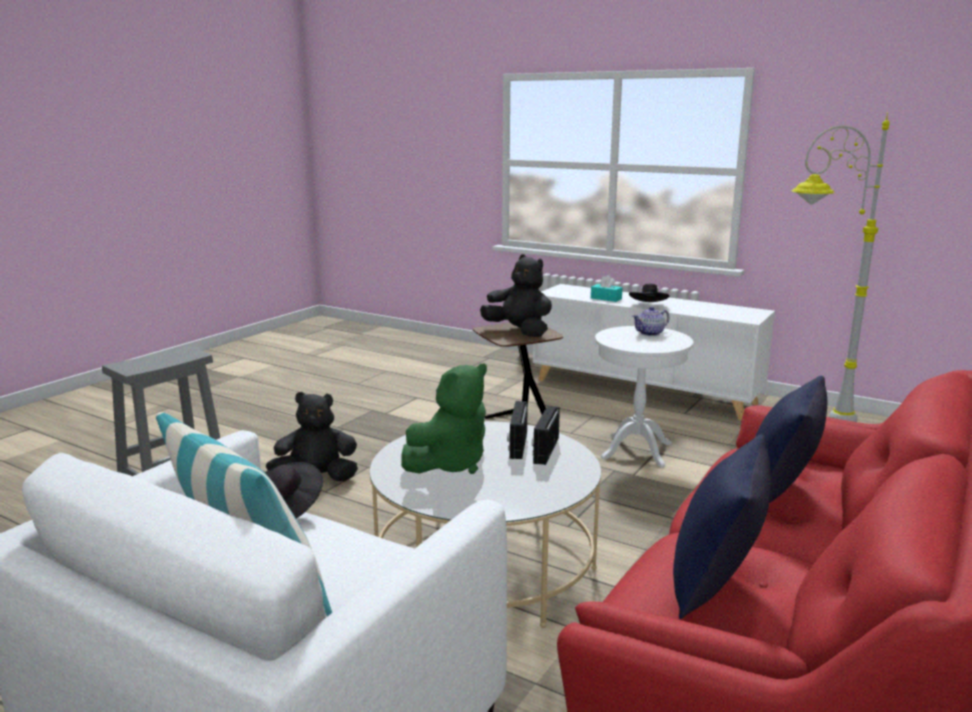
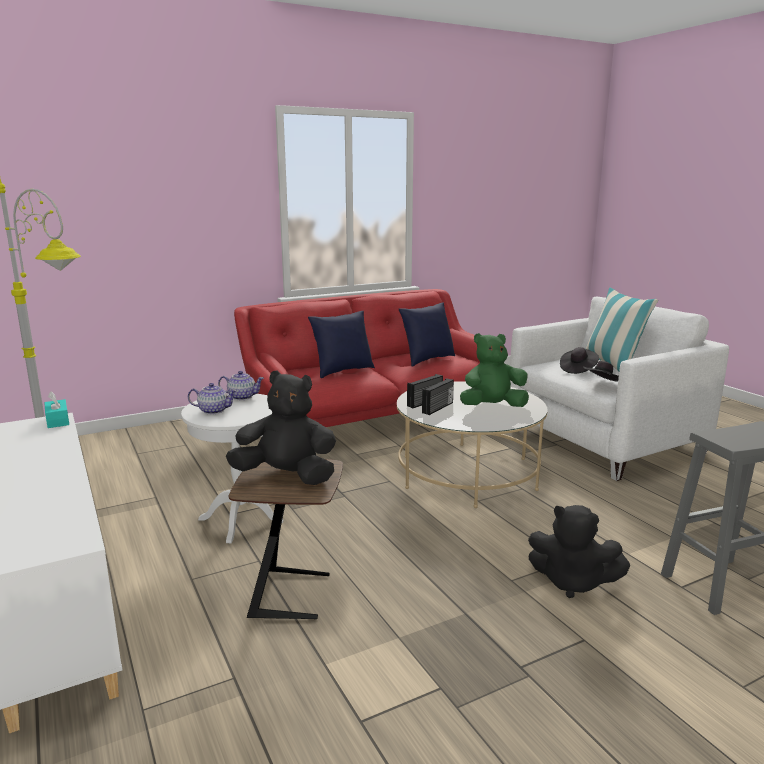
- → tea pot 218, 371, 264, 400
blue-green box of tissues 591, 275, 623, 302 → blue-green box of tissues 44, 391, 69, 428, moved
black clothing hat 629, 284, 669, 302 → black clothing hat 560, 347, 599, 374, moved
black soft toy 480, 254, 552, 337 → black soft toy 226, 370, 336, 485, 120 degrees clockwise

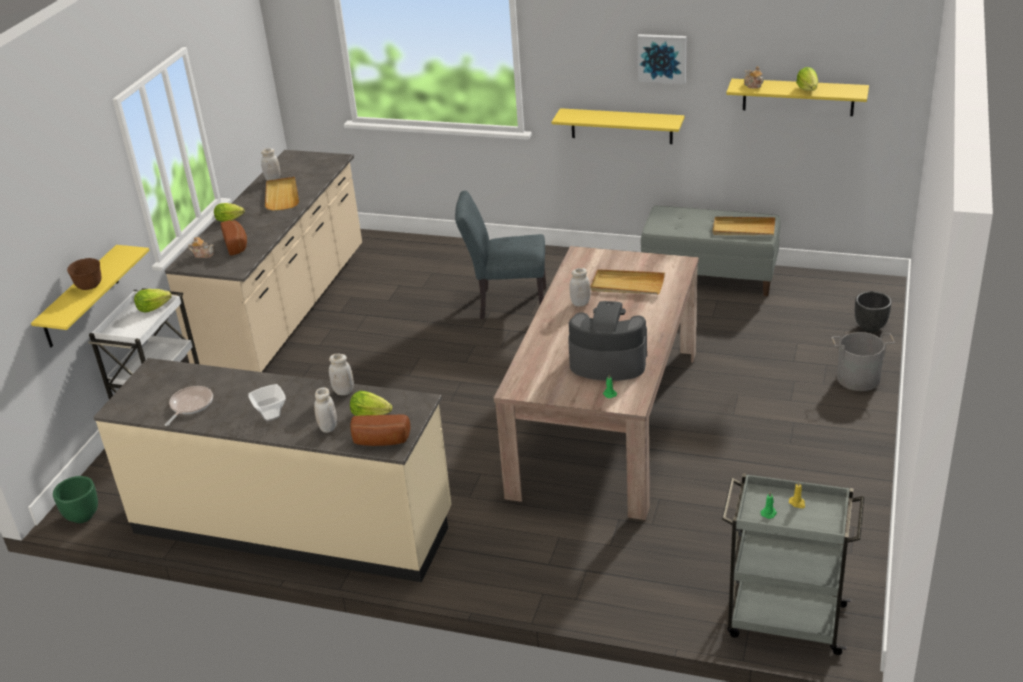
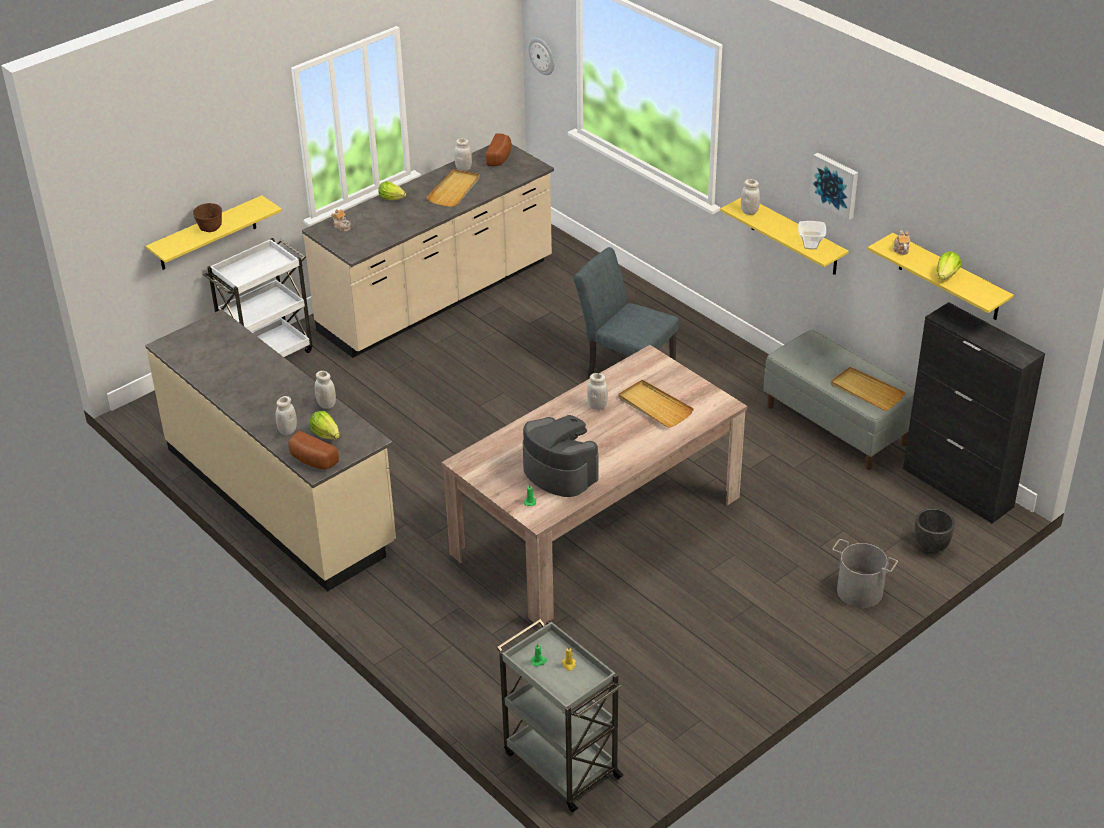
greenish plant pot 53, 476, 98, 523 → -
head of lettuce 134, 289, 172, 312 → -
pan 165, 386, 213, 426 → -
- → clock on the wall 528, 38, 554, 75
- → whitish preserve jar 741, 179, 760, 215
- → black cabinet 903, 302, 1045, 523
bread 220, 220, 247, 256 → bread 486, 133, 512, 166, moved
serving bowl 248, 384, 286, 421 → serving bowl 798, 221, 826, 249, moved

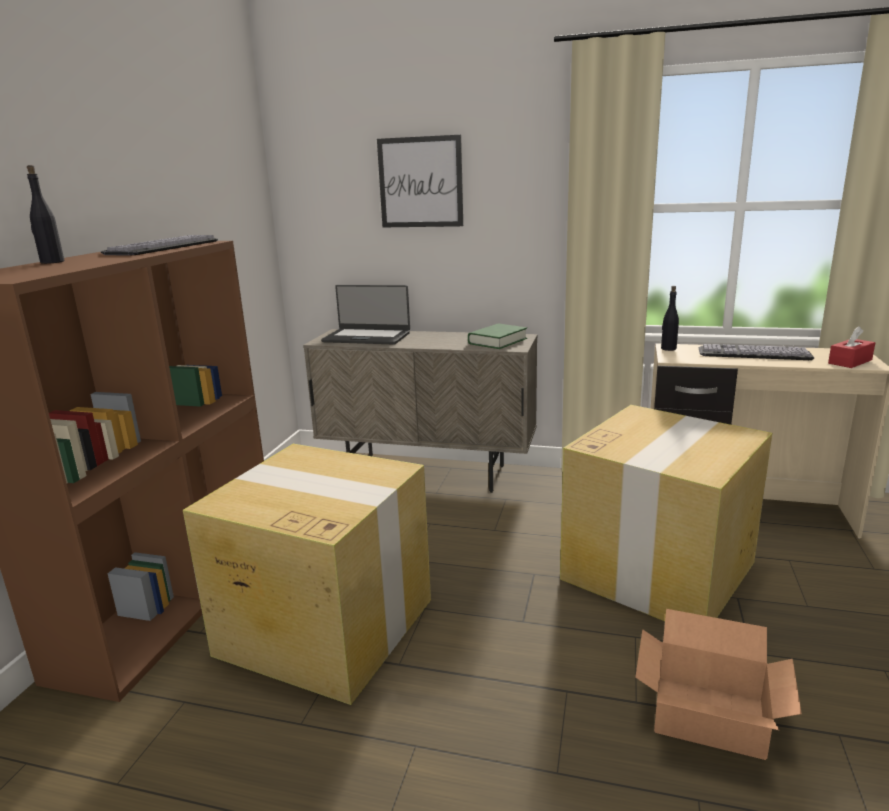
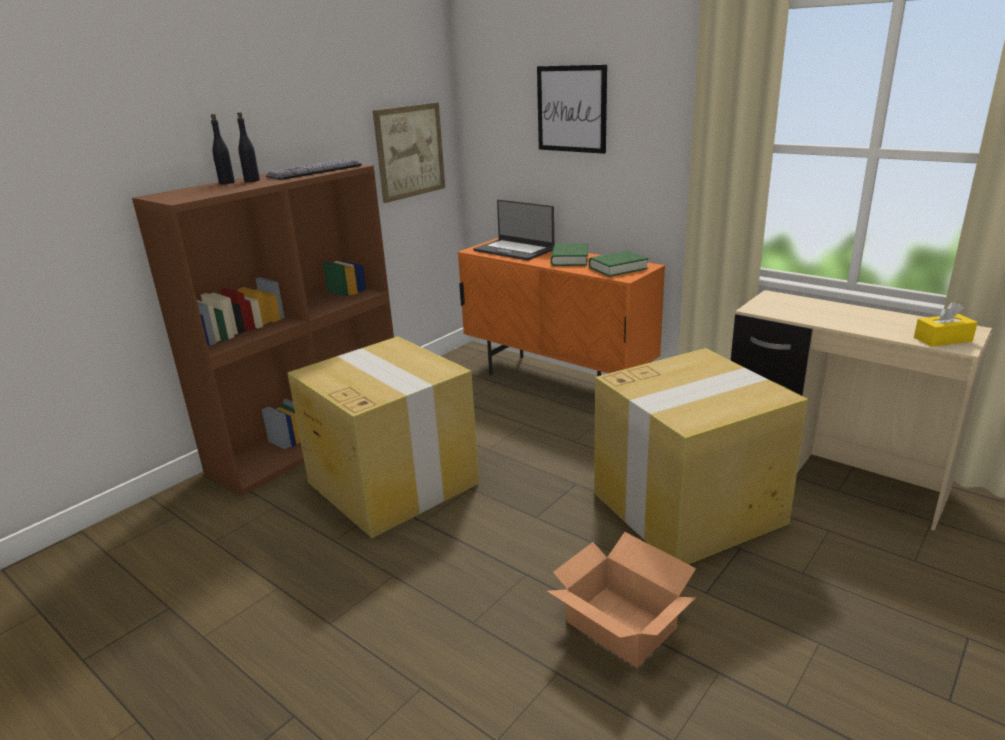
computer keyboard 699, 344, 814, 360 → -
- → wall picture 373, 102, 445, 203
- → greenish bound book 551, 243, 588, 266
black bottle 661, 286, 679, 351 → black bottle 237, 112, 260, 182, moved
beige-coloured cabinet 303, 329, 537, 493 → orangey cabinet 457, 238, 665, 376
red-coloured box of tissues 828, 326, 875, 368 → yellowish box of tissues 914, 302, 978, 347

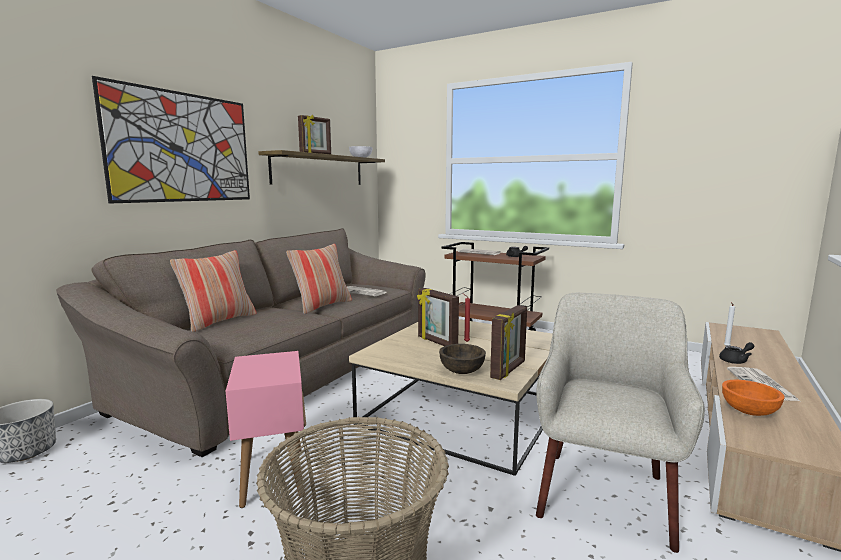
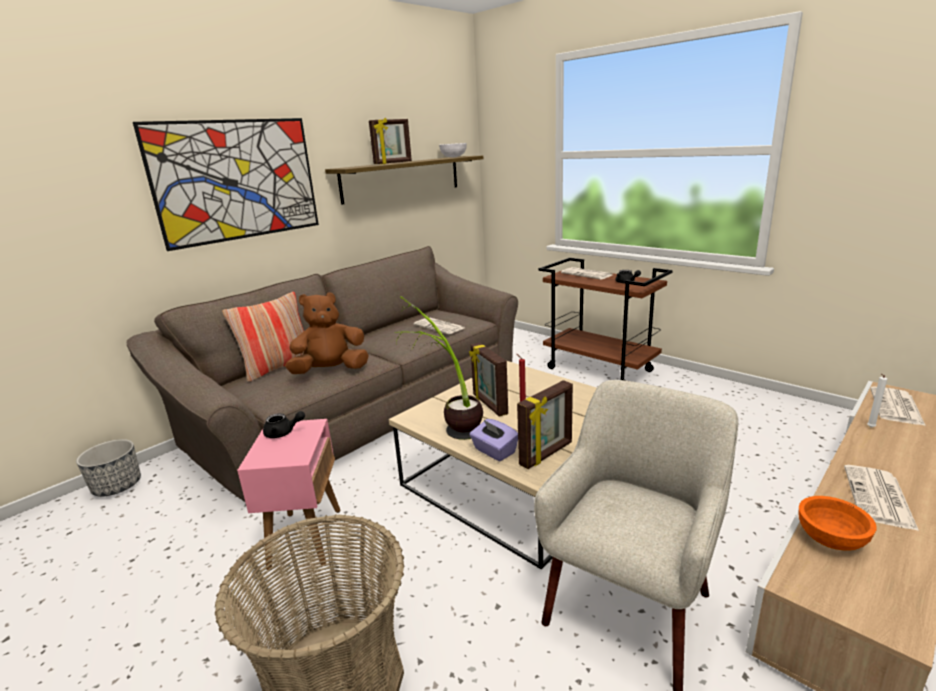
cushion 286, 244, 352, 314 → -
- → brownish soft toy 285, 292, 369, 374
- → plant in a pot 394, 296, 483, 440
- → newspaper 870, 386, 926, 426
black tea pot 719, 342, 754, 364 → black tea pot 263, 411, 305, 438, moved
brownish serving bowl 439, 344, 486, 374 → purplish box of tissues 469, 419, 518, 461

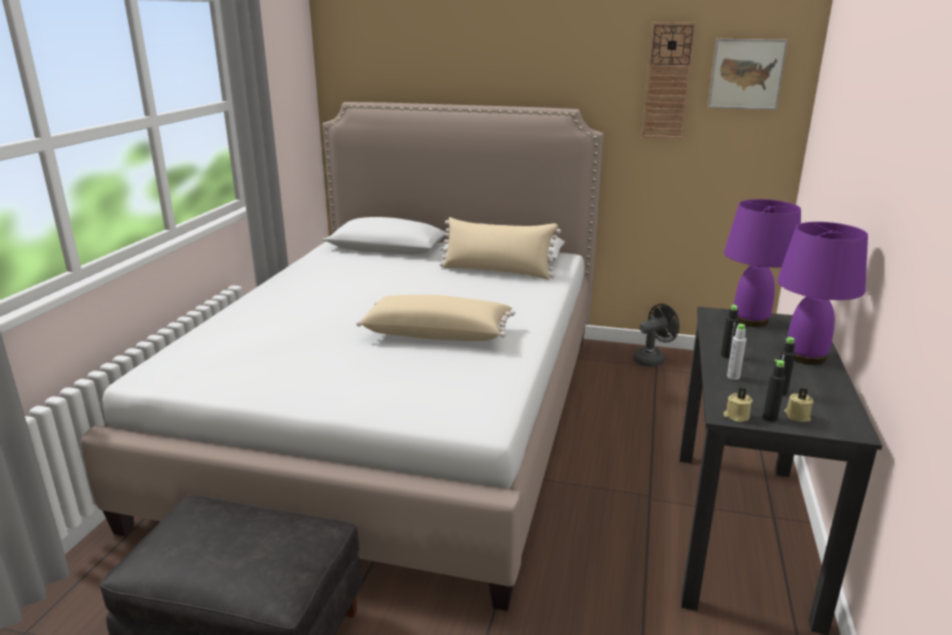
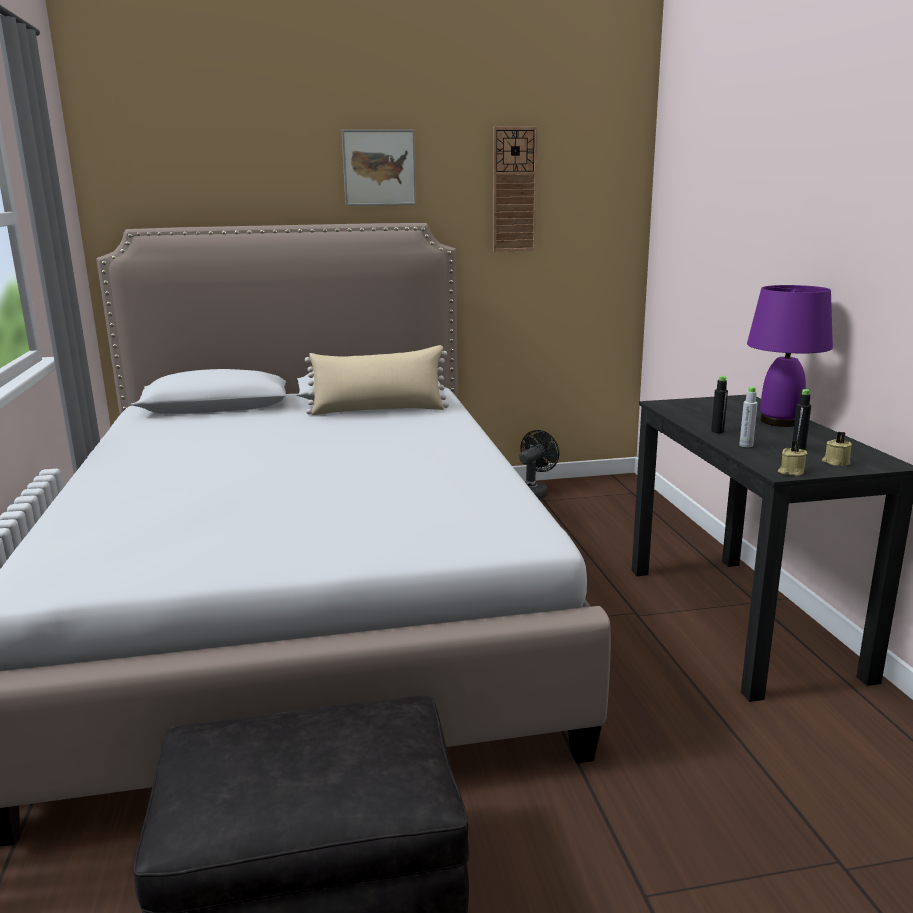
beige-coloured cushion 356, 295, 515, 341 → -
purplish lamp for a table 724, 199, 801, 327 → -
black bottle 763, 359, 786, 422 → -
wall picture 708, 39, 788, 110 → wall picture 342, 130, 416, 206, moved

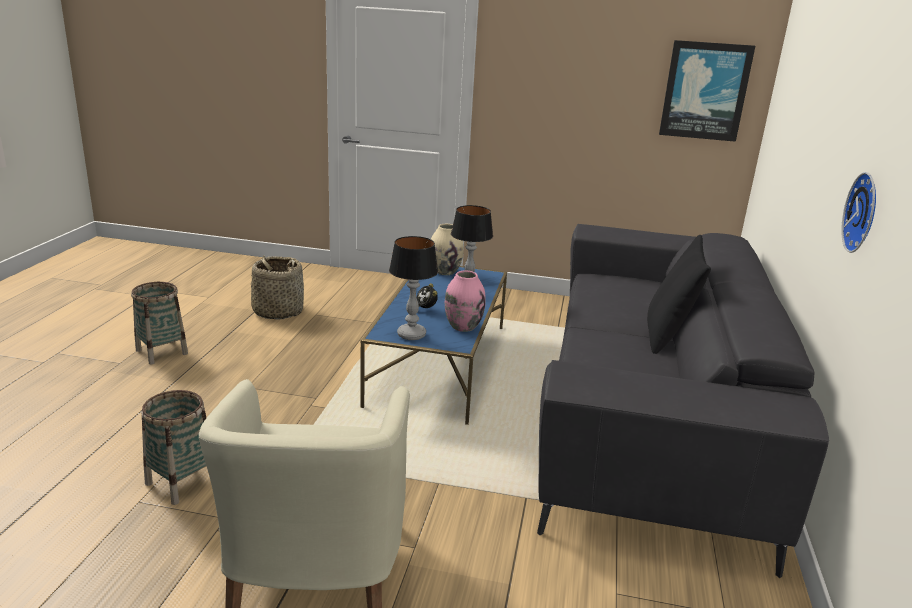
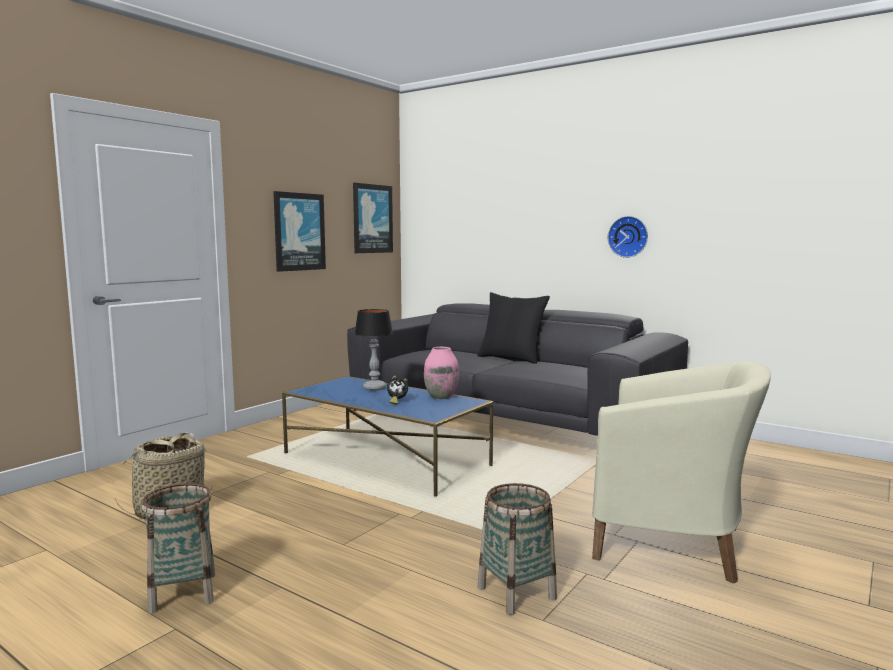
lamp for a table 389, 236, 438, 340 → -
beige-coloured vase 431, 224, 464, 275 → -
- → wall picture 273, 191, 326, 272

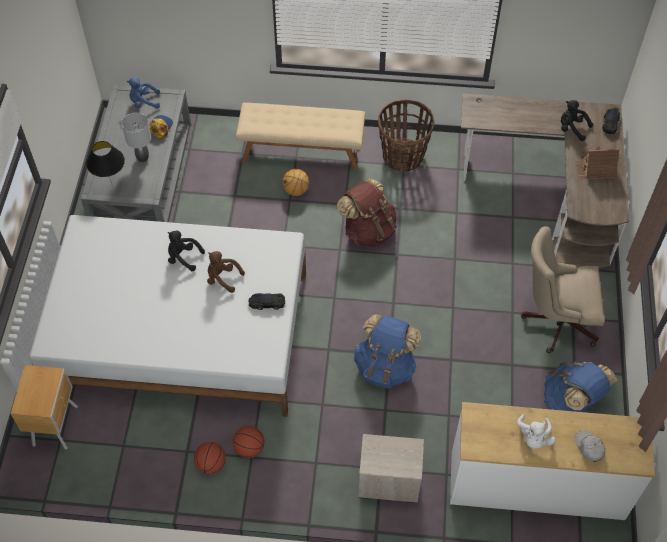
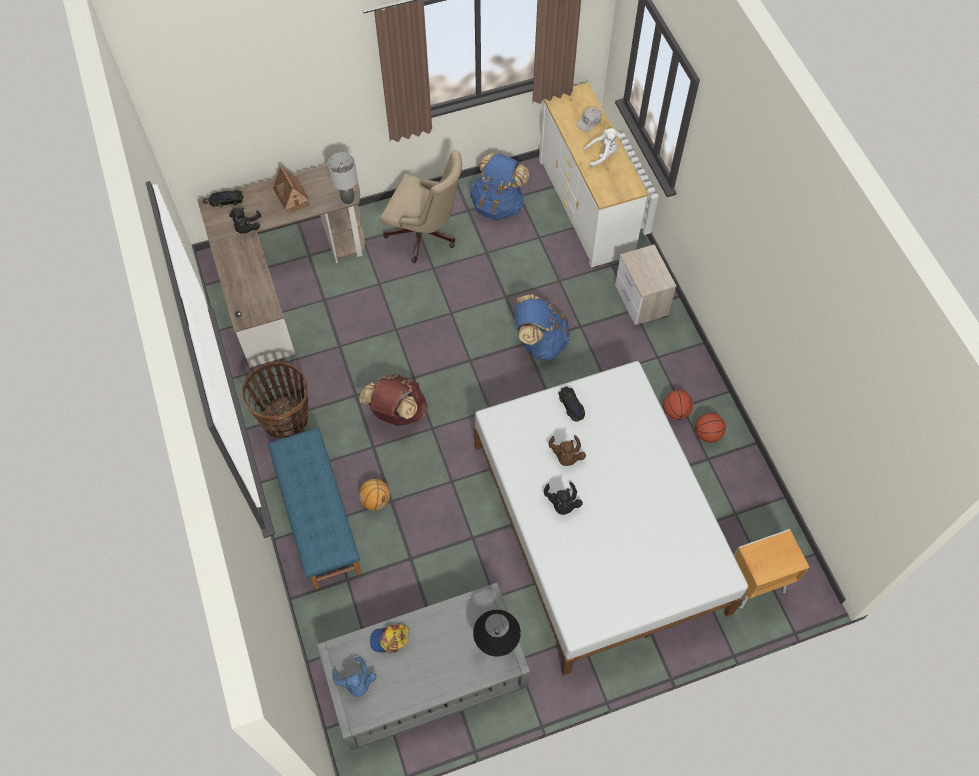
gray lamp for a table 122, 113, 151, 162 → gray lamp for a table 328, 152, 358, 204, moved
beige-coloured indoor bench 236, 103, 365, 171 → bluish indoor bench 268, 428, 361, 589
beige-coloured office chair 521, 226, 605, 353 → beige-coloured office chair 380, 150, 462, 263, 45 degrees counterclockwise

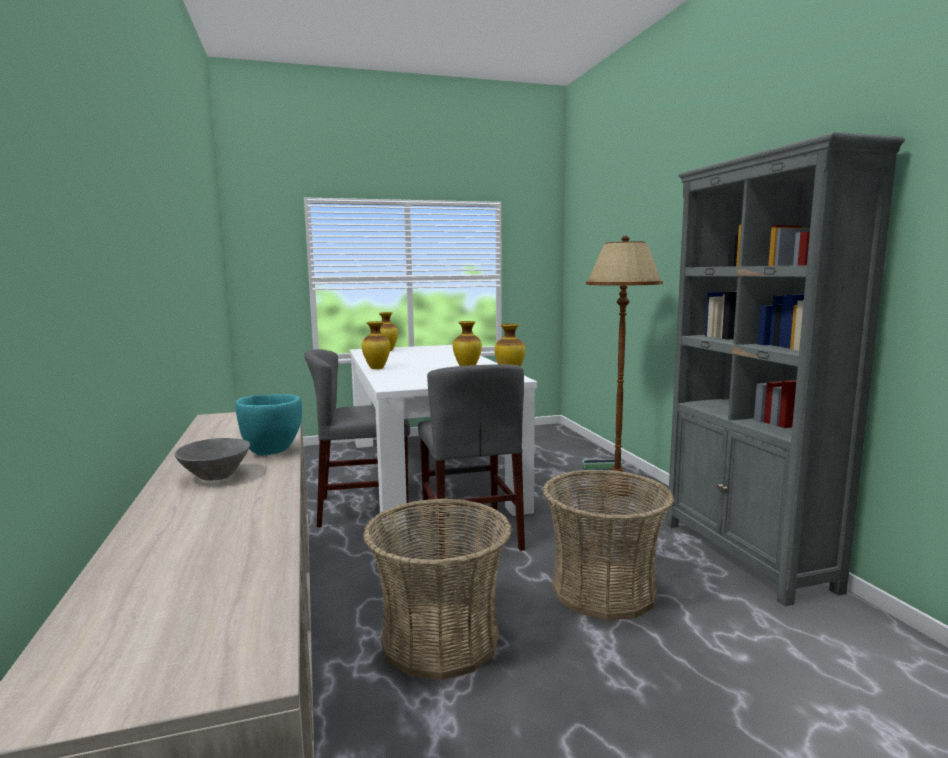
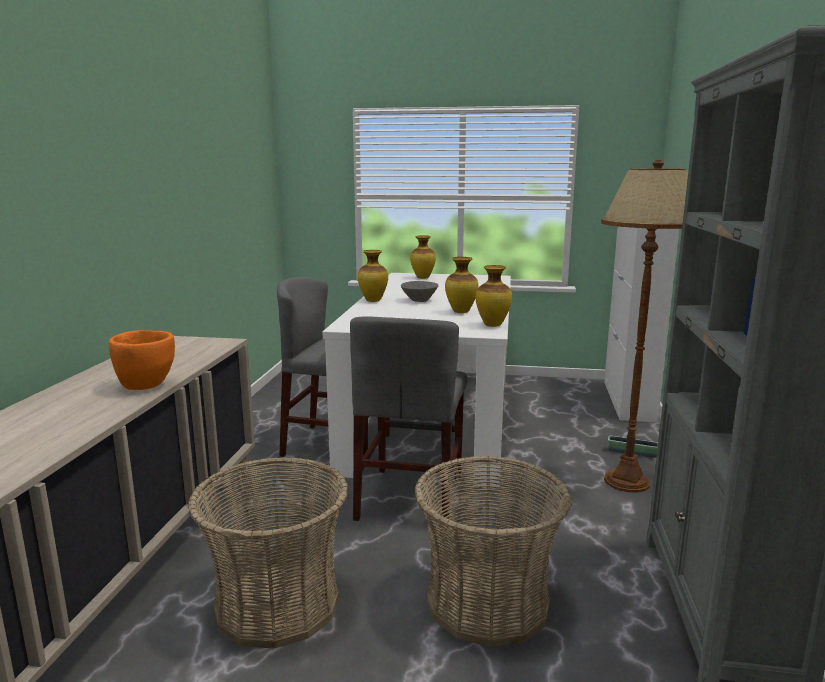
- → whitish cabinet 604, 226, 679, 423
gray serving bowl 175, 438, 250, 480 → gray serving bowl 401, 281, 439, 302, moved
blue-green serving bowl 235, 394, 302, 456 → orangey serving bowl 109, 330, 175, 390

